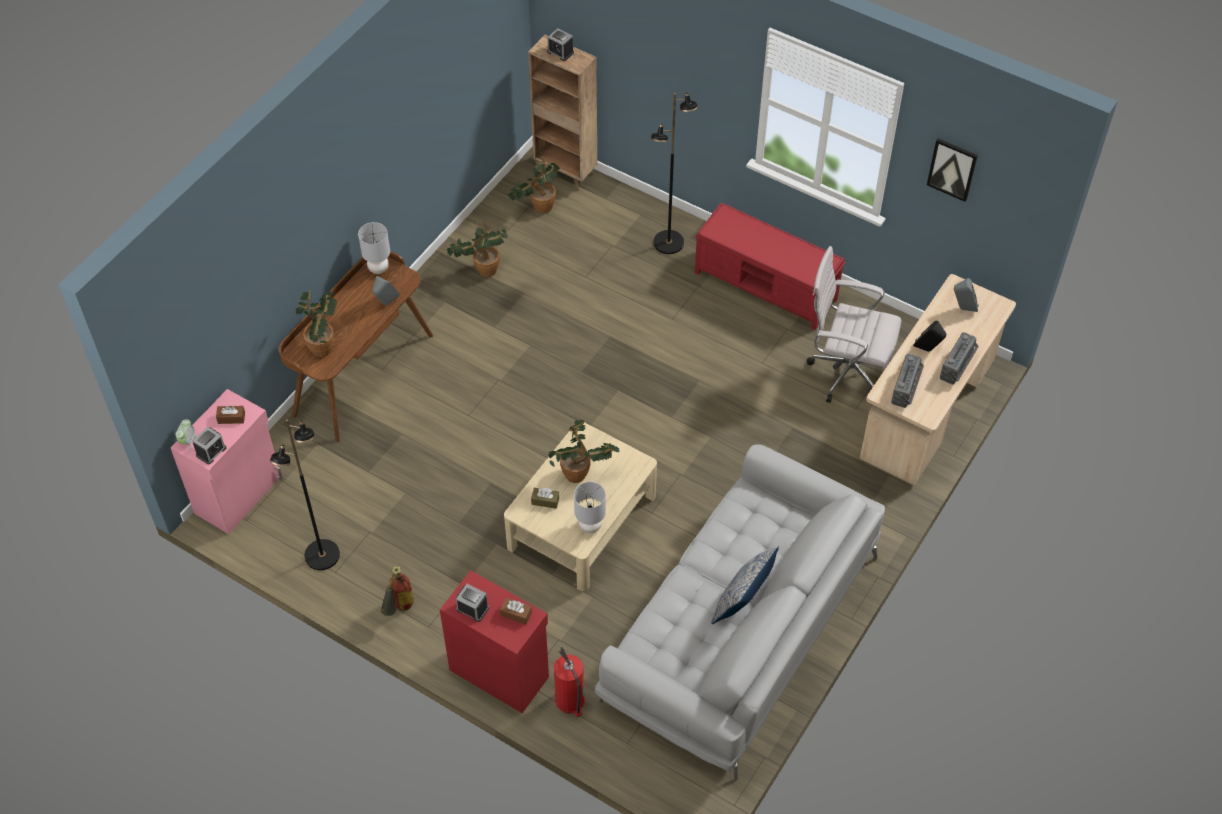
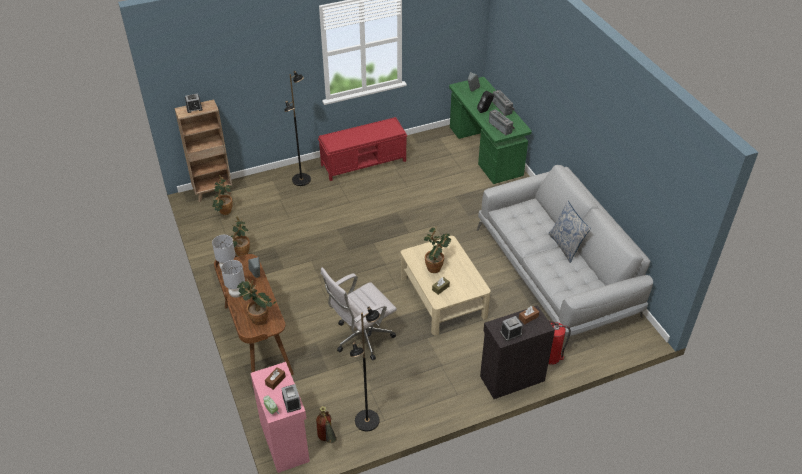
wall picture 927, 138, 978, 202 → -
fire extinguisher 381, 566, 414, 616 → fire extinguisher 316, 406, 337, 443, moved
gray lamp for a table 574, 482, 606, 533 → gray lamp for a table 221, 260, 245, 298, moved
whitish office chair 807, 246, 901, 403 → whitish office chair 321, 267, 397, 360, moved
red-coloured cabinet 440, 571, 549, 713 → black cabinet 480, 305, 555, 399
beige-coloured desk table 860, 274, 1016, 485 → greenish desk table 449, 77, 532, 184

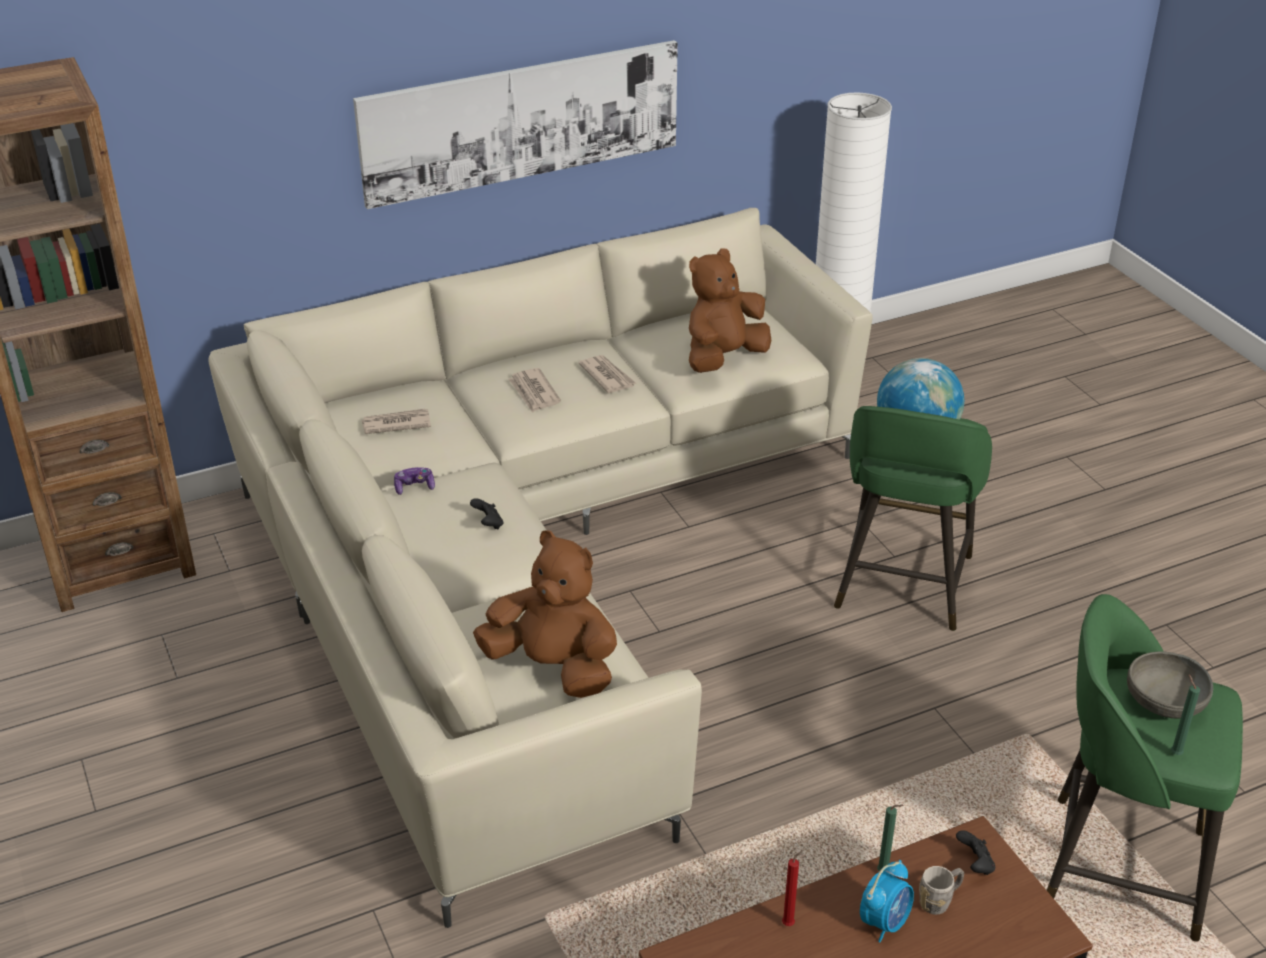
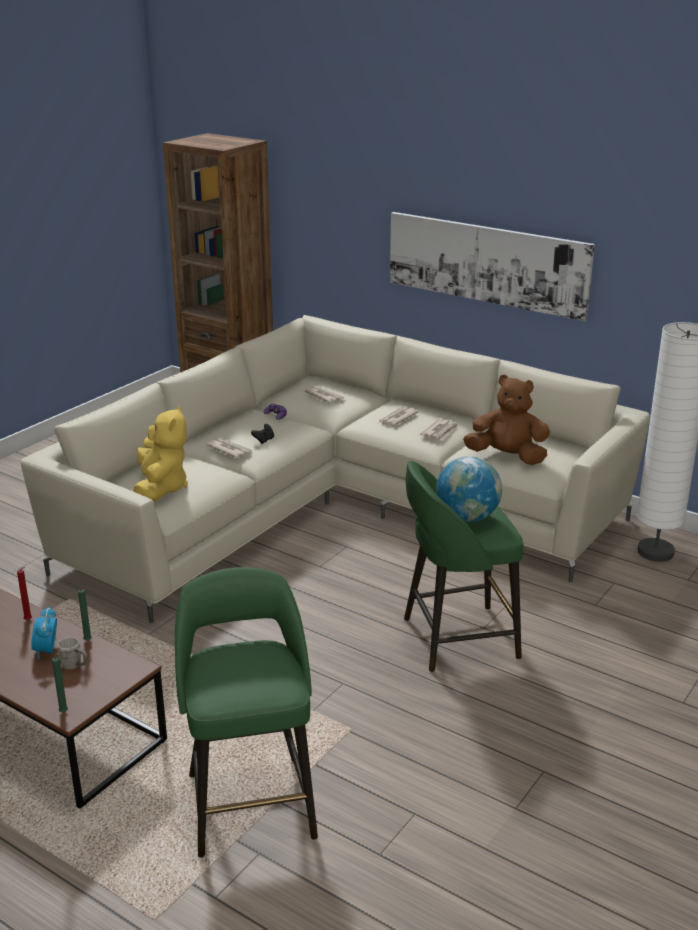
black gamepad 956, 830, 995, 875 → -
gray serving bowl 1127, 652, 1213, 718 → -
- → newspaper 207, 438, 252, 458
greenish wax light 1171, 675, 1200, 755 → greenish wax light 52, 649, 68, 712, moved
brownish soft toy 473, 530, 617, 698 → yellowish soft toy 133, 406, 188, 502
table clock 860, 860, 914, 943 → table clock 31, 607, 57, 660, 75 degrees clockwise

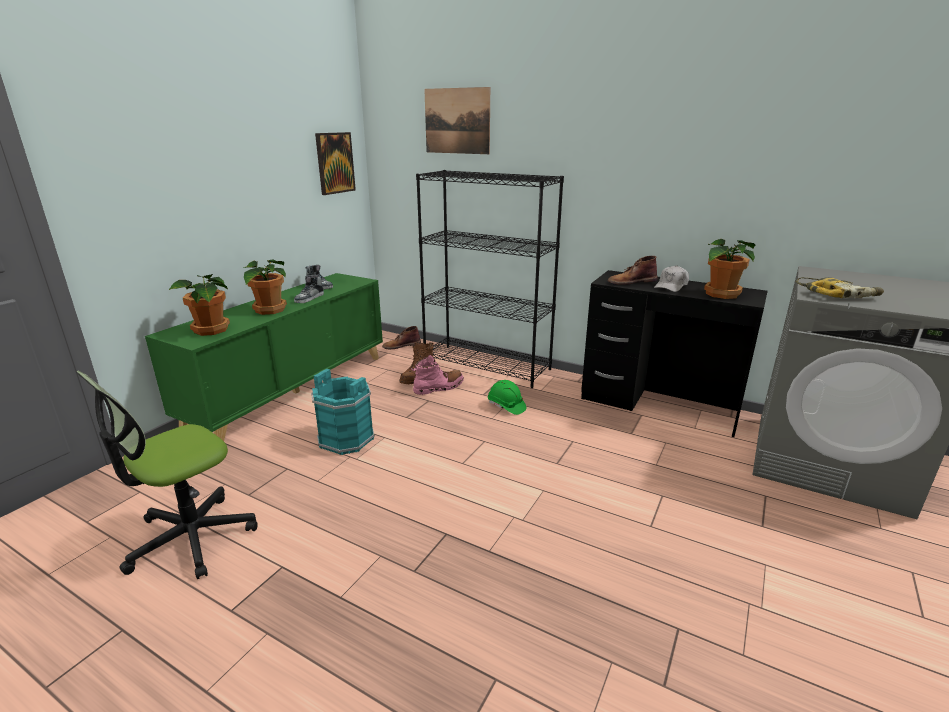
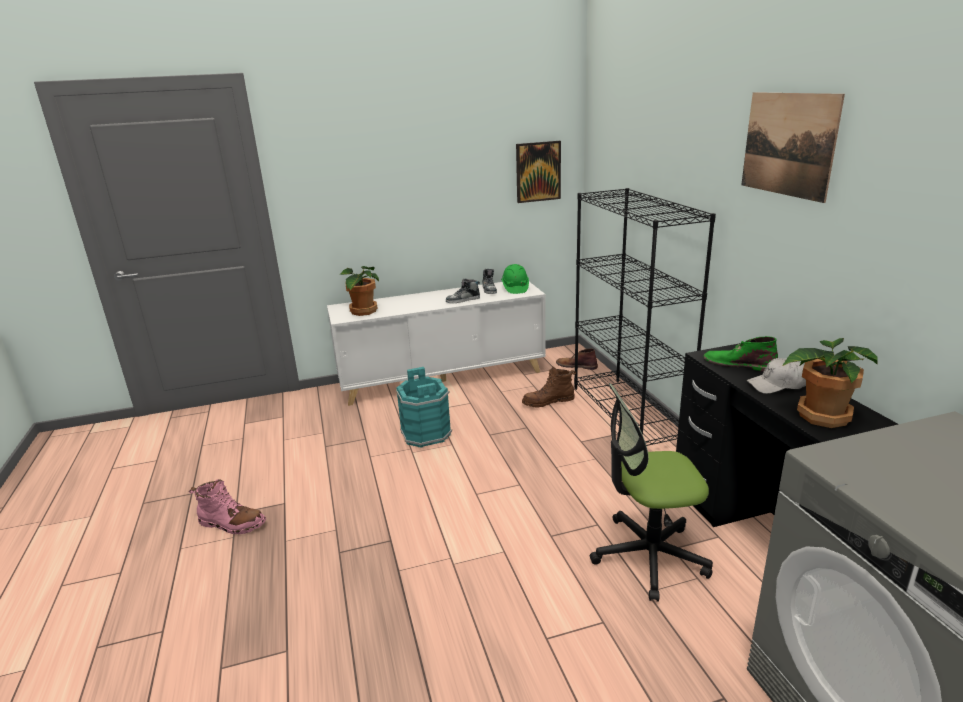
plant in a pot 244, 260, 287, 315 → -
power drill 796, 277, 884, 298 → -
office chair 76, 371, 258, 579 → office chair 590, 383, 713, 602, moved
pink tall boot 411, 355, 464, 395 → pink tall boot 189, 479, 266, 534, moved
wall picture 424, 87, 490, 154 → wall picture 741, 92, 845, 203, moved
greenish hard hat 488, 380, 526, 415 → greenish hard hat 501, 264, 529, 294, moved
greenish cabinet 145, 273, 383, 441 → whitish cabinet 327, 282, 546, 406
brownish tall boot 608, 256, 658, 285 → greenish tall boot 703, 336, 778, 372

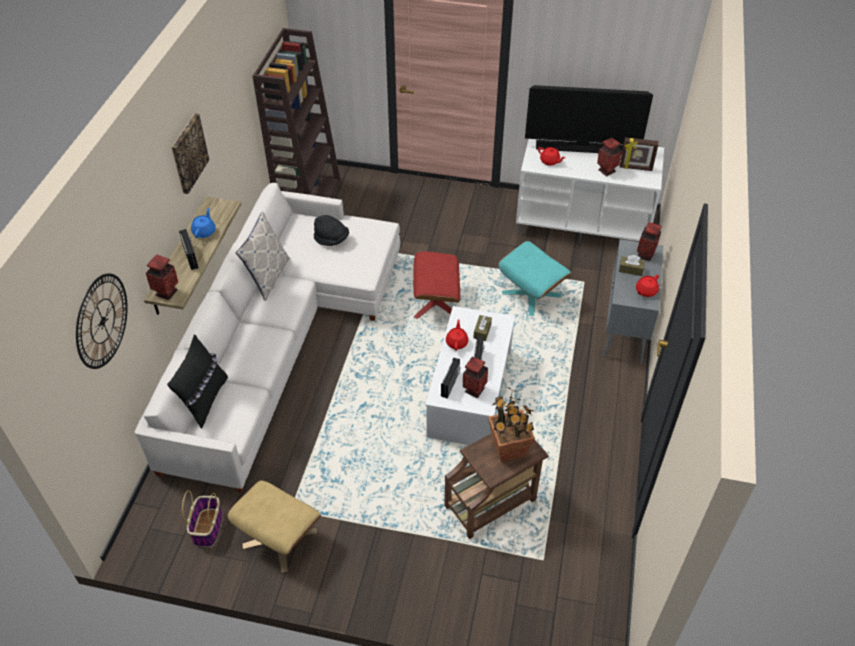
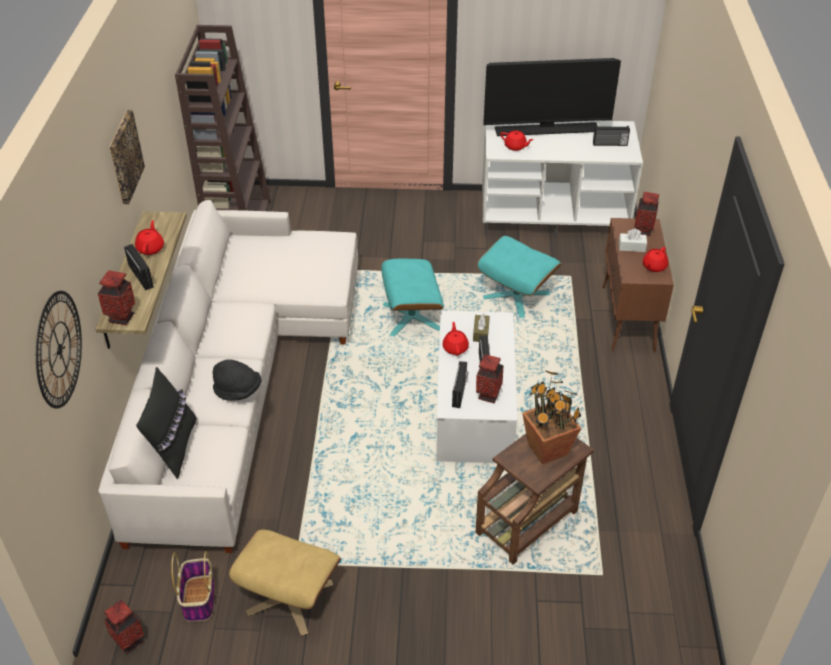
cushion 236, 211, 290, 301 → -
black clothing hat 314, 215, 349, 246 → black clothing hat 213, 360, 261, 401, moved
vase 597, 138, 622, 176 → vase 104, 600, 144, 654, moved
picture frame 620, 137, 659, 171 → radio set 593, 126, 630, 146
bluish tea pot 191, 208, 215, 238 → red-coloured tea pot 135, 220, 164, 255
red-coloured ottoman 413, 252, 460, 319 → blue-green ottoman 381, 258, 444, 336
gray cabinet 603, 239, 663, 364 → brownish cabinet 602, 218, 674, 353
brownish box of tissues 619, 255, 645, 276 → whitish box of tissues 619, 229, 647, 252

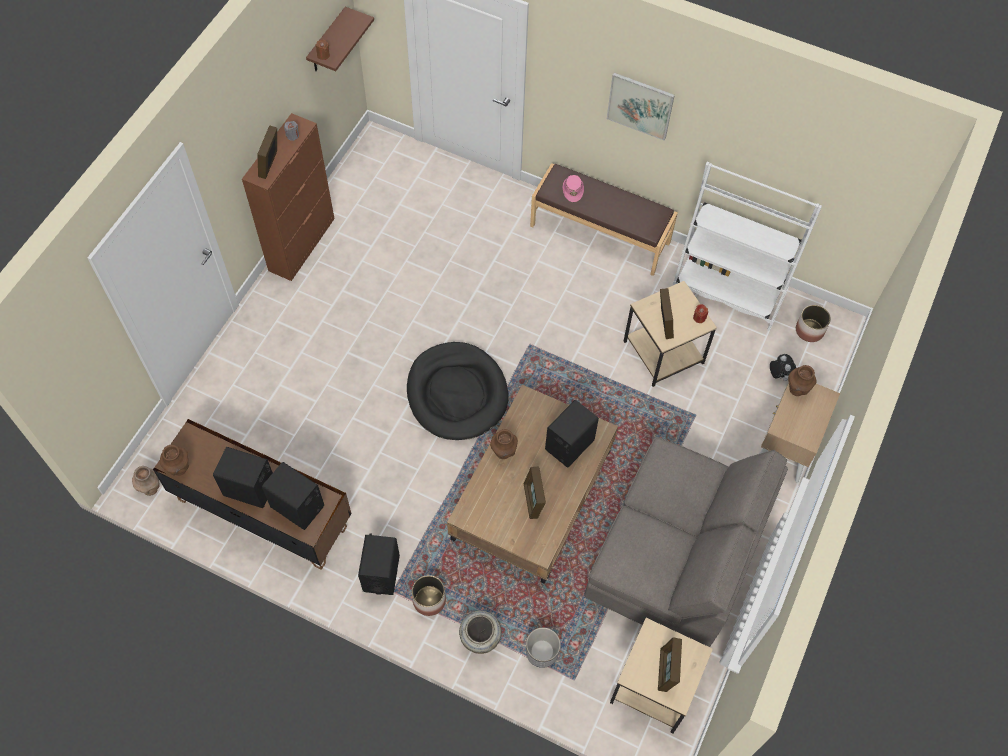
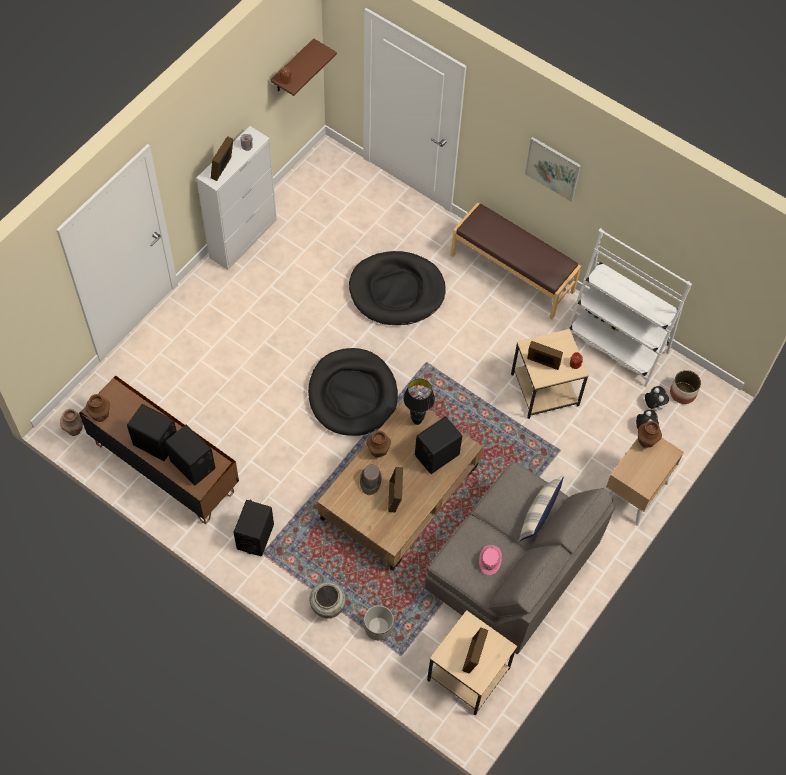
plant pot 412, 575, 446, 616 → -
- → black pet bed 349, 251, 446, 325
- → brownish clothing hat 360, 464, 381, 495
- → black lamp for a table 403, 379, 435, 425
- → cushion 519, 476, 564, 542
- → soft toy 645, 386, 669, 410
pink clothing hat 563, 175, 584, 202 → pink clothing hat 479, 545, 502, 575, moved
brownish cabinet 242, 113, 335, 281 → whitish cabinet 197, 126, 277, 270
picture frame 660, 288, 674, 339 → picture frame 527, 341, 563, 370, 75 degrees counterclockwise

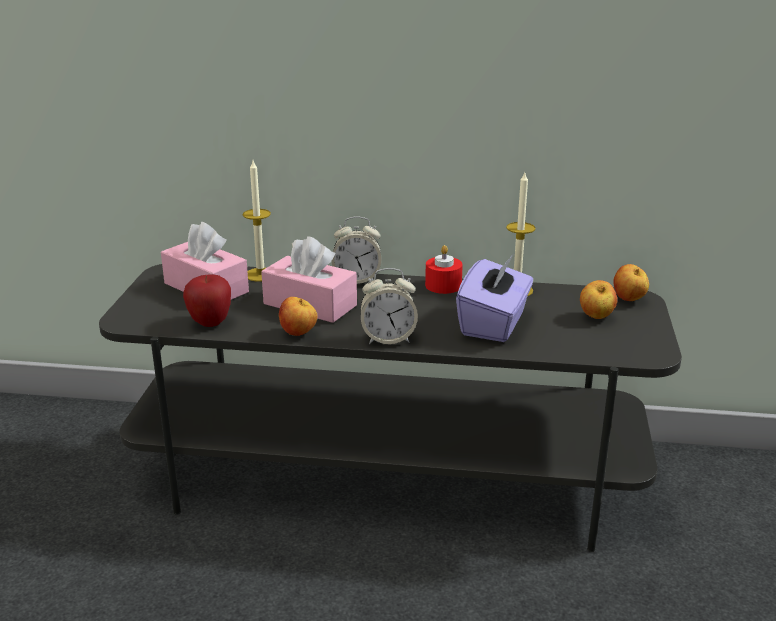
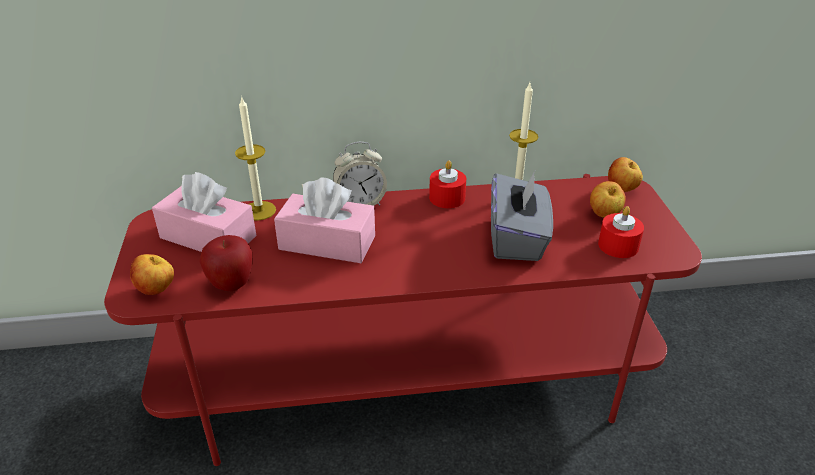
table clock 361, 268, 418, 344 → -
- → red-coloured wax light 598, 206, 644, 258
apple 279, 297, 317, 336 → apple 130, 254, 174, 295, moved
gray tv unit 99, 264, 682, 552 → red-coloured tv unit 104, 174, 702, 466
purplish box of tissues 456, 254, 533, 342 → gray box of tissues 491, 171, 553, 261

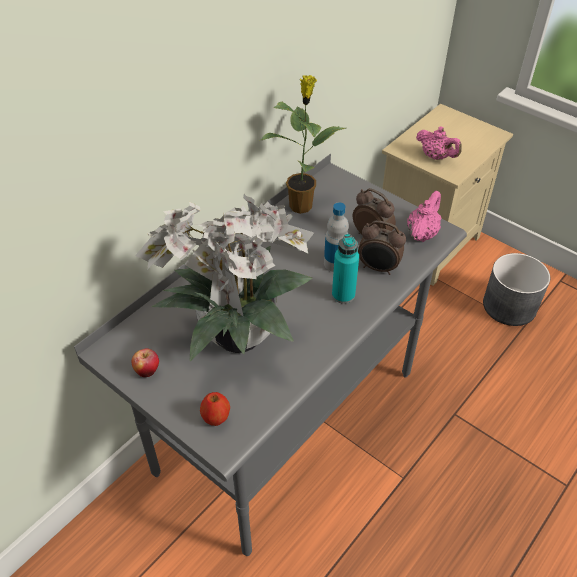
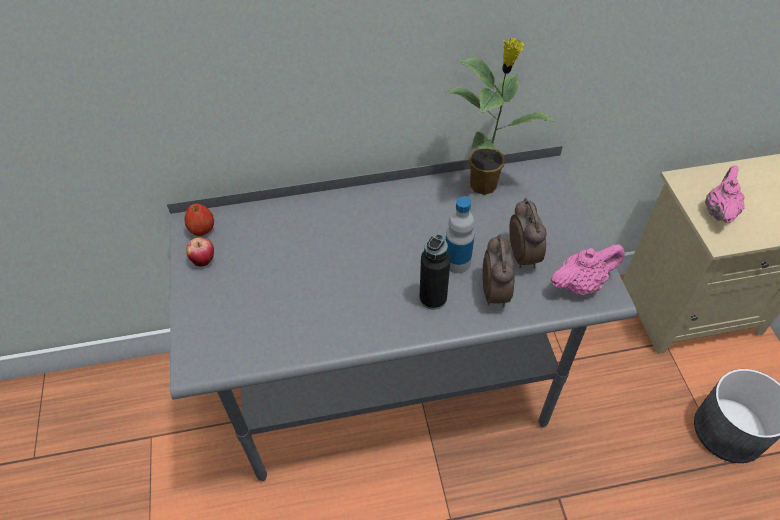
plant in a pot 135, 194, 314, 361 → -
apple 200, 392, 230, 426 → apple 184, 204, 214, 236, moved
blue-green bottle 332, 234, 359, 304 → black bottle 419, 234, 451, 310
table clock 358, 221, 406, 275 → table clock 483, 234, 515, 308, 150 degrees counterclockwise
pink tea pot 416, 126, 462, 160 → pink tea pot 705, 165, 745, 223, 150 degrees counterclockwise

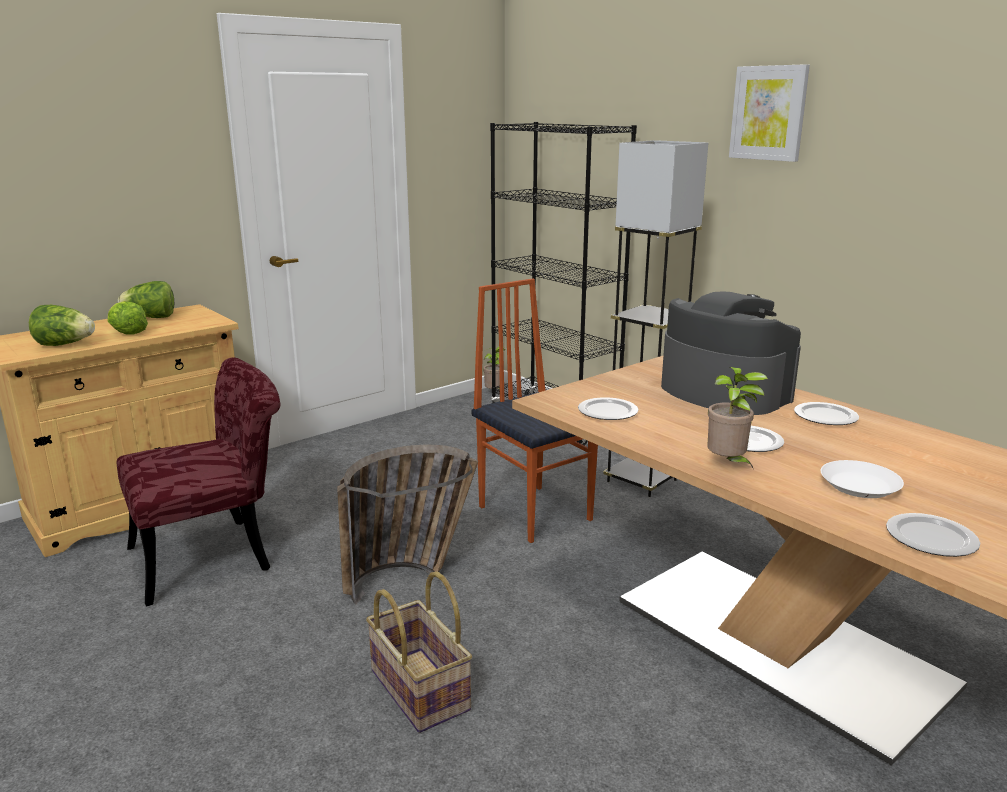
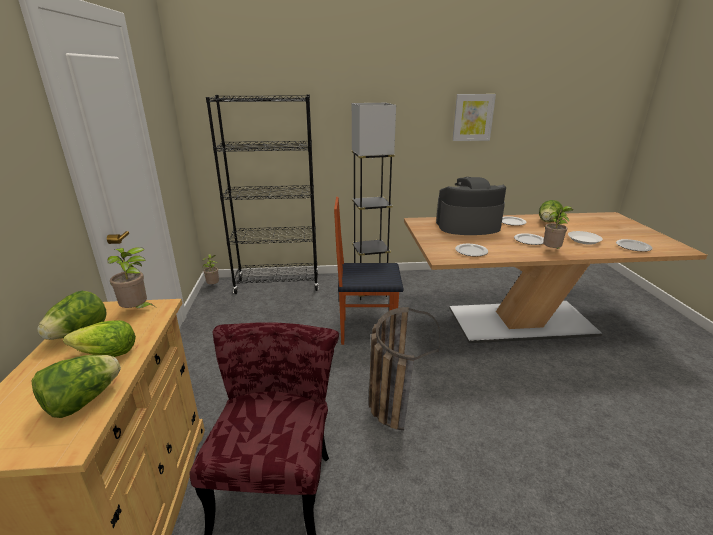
basket 366, 571, 472, 733 → -
- → plant in a pot 107, 247, 155, 308
- → head of lettuce 539, 200, 563, 222
wall picture 729, 64, 810, 162 → wall picture 452, 94, 496, 141, moved

